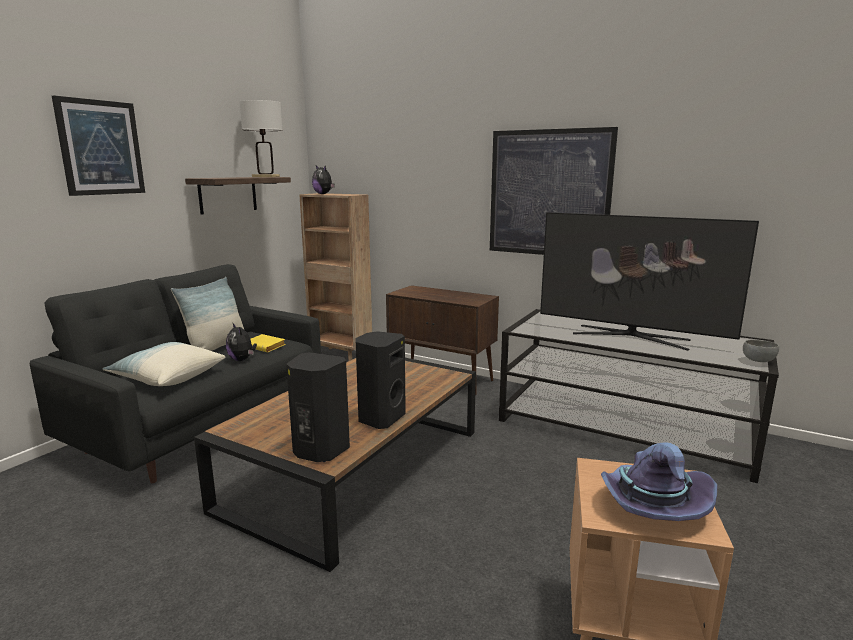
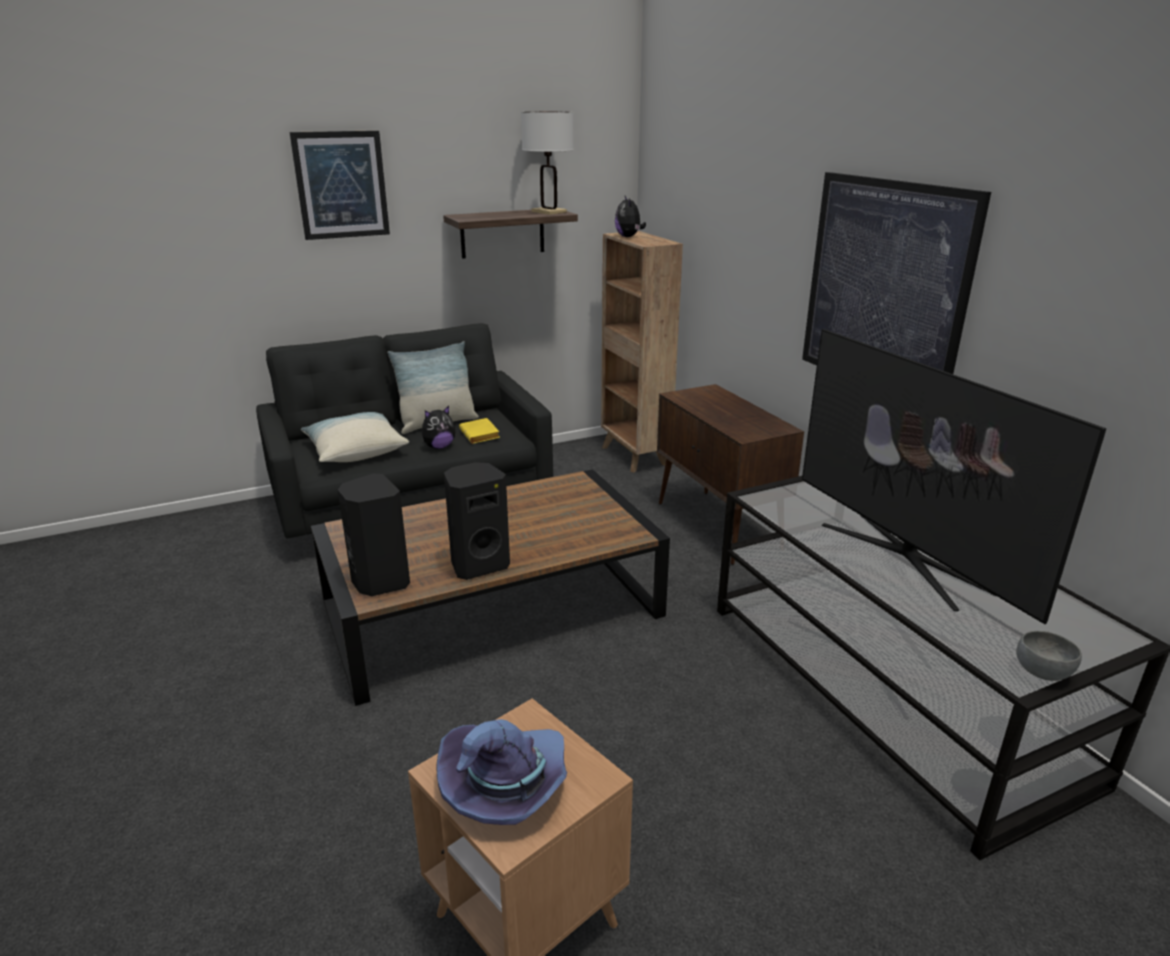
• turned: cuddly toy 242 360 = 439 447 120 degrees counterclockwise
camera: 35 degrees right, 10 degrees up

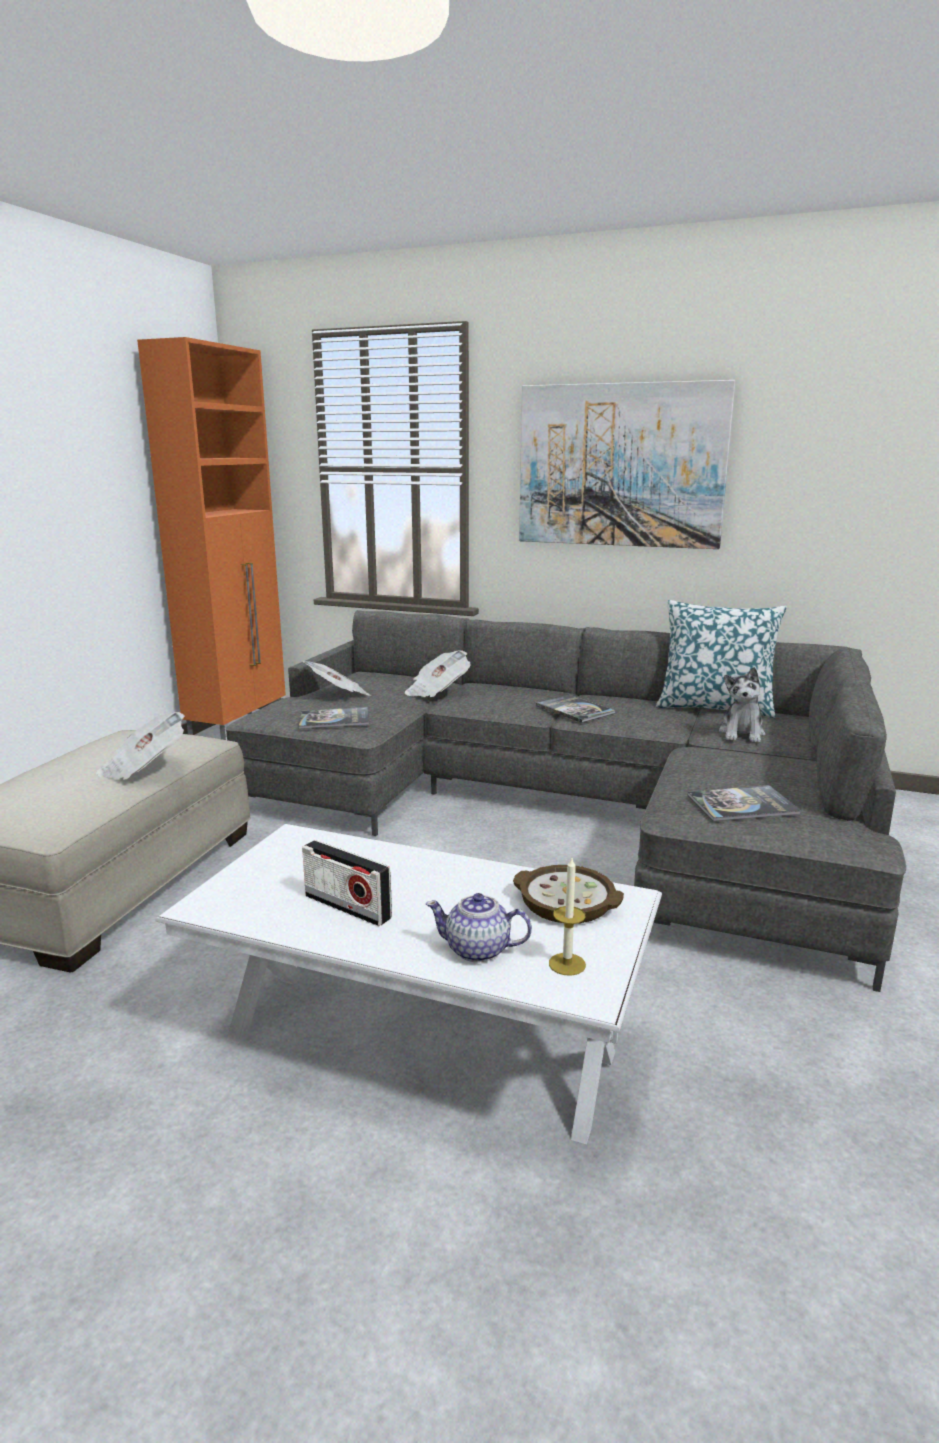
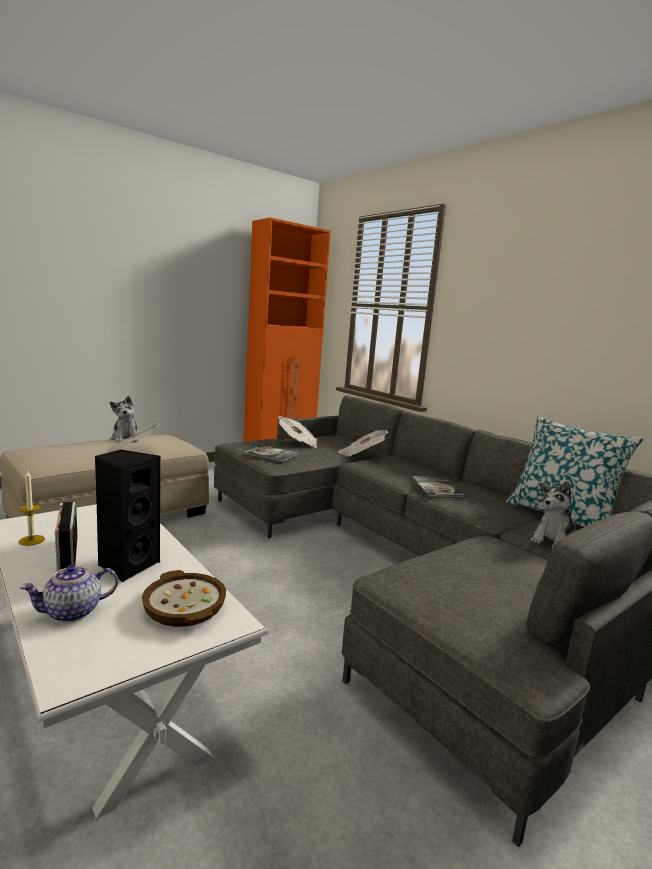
• removed: wall picture 620 466
• removed: volume 742 805
• added: audio speaker (black) 127 565
• added: cuddly toy 126 438
• moved: wax candle 567 964 to 32 540
• turned: teapot 478 950 = 73 612 75 degrees counterclockwise
camera: 30 degrees right, 5 degrees down

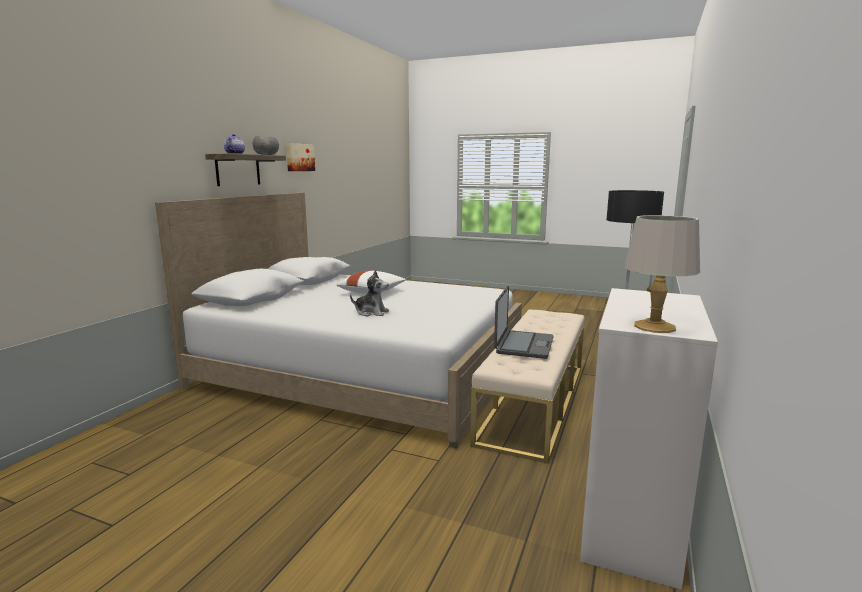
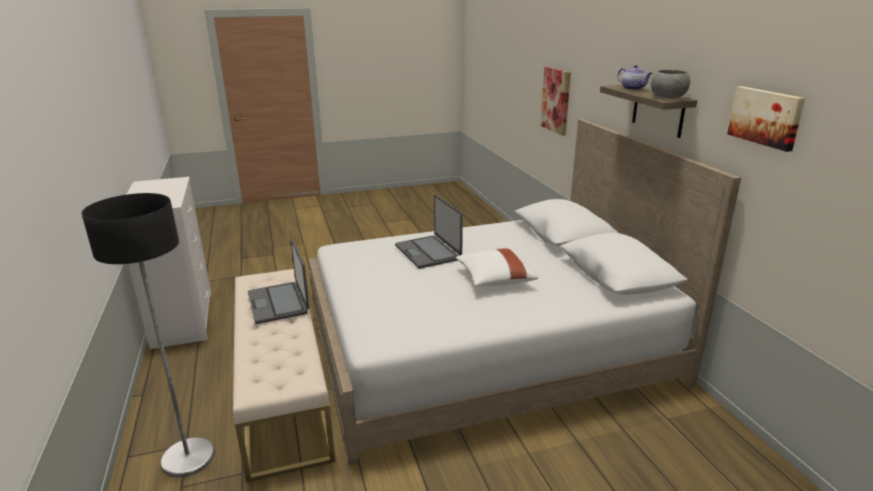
• removed: tabletop lamp (grey) 654 327
• added: wall picture 556 100
• replaced: cuddly toy 371 312 to notebook computer 428 252
camera: 140 degrees right, 10 degrees up

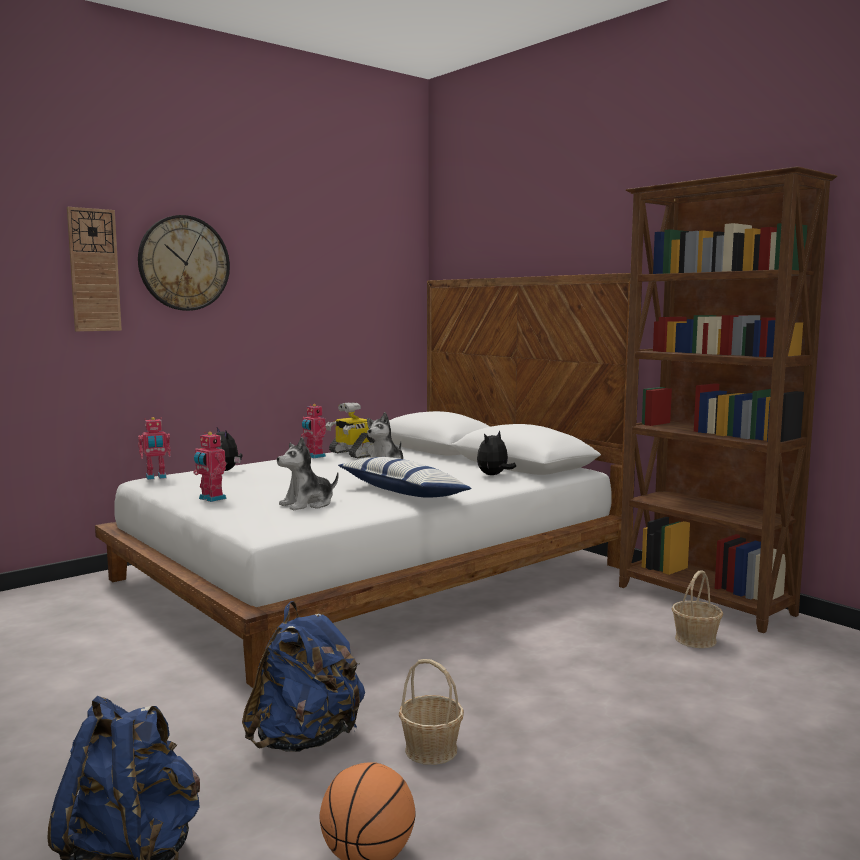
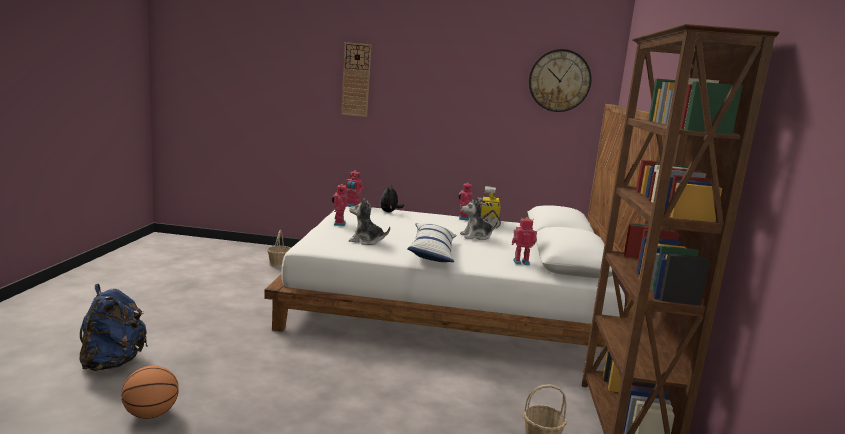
• removed: rucksack (blue) 306 740
• moved: wall clock 184 263 to 559 80
• moved: household basket 431 749 to 279 264
• replaced: cuddly toy 494 475 to toy robot 521 262
camera: 45 degrees right, 5 degrees up

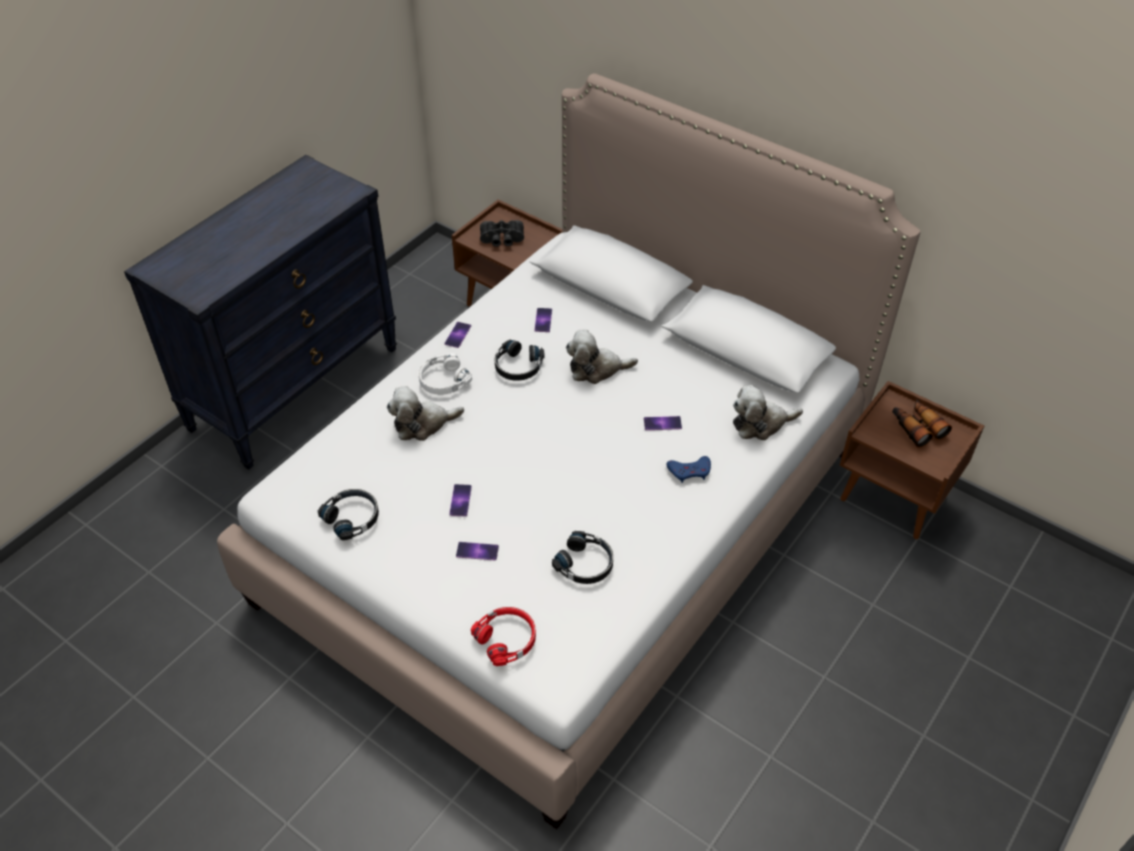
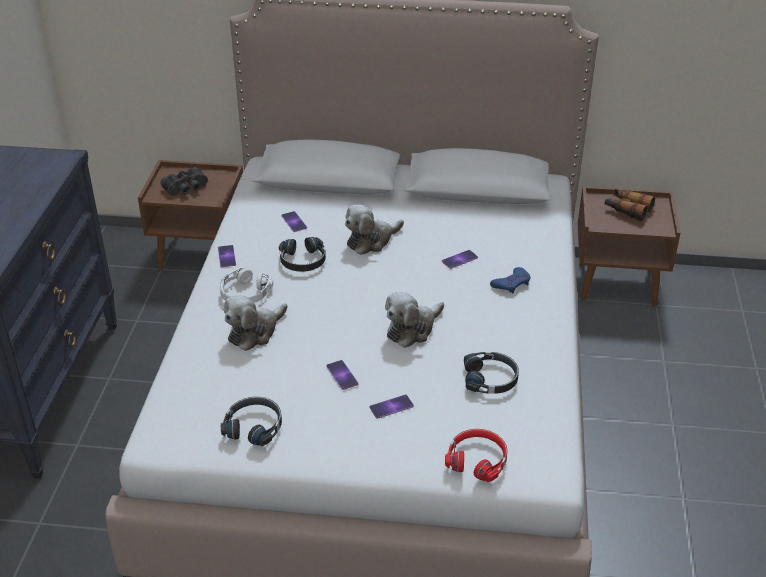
• moved: cuddly toy 761 424 to 412 329
camera: 30 degrees left, 10 degrees down

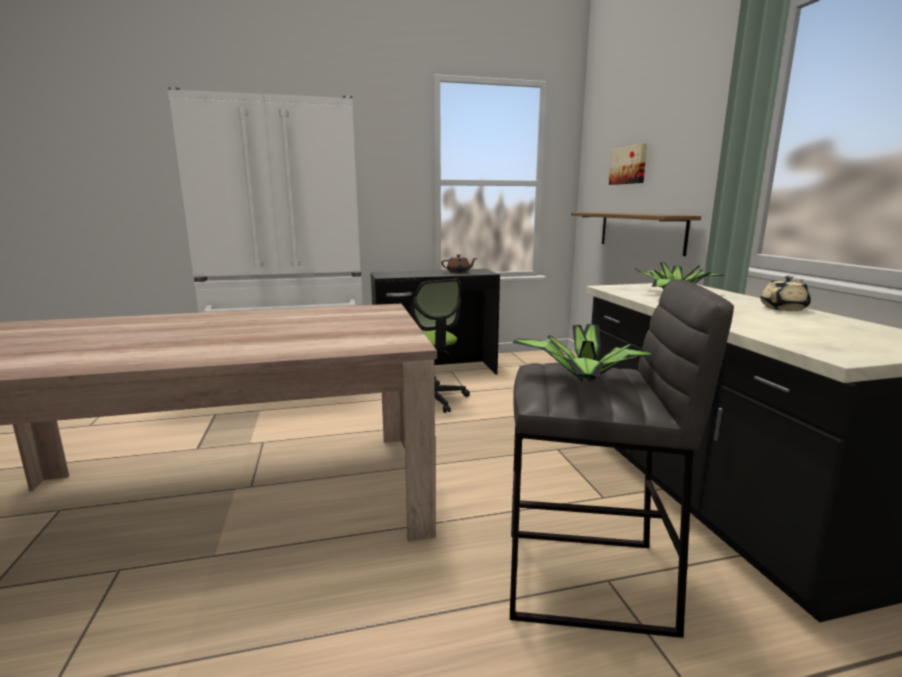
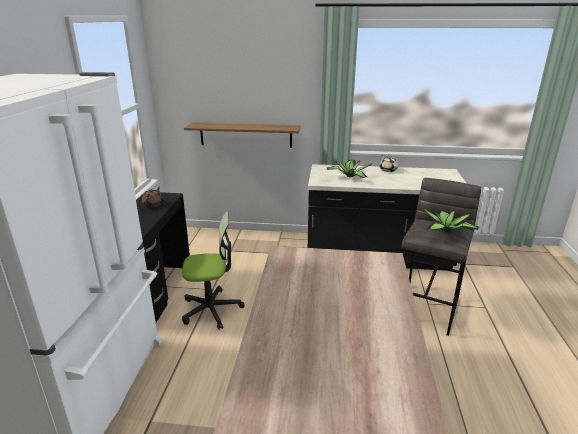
• removed: wall picture 629 165
camera: 70 degrees left, 10 degrees up

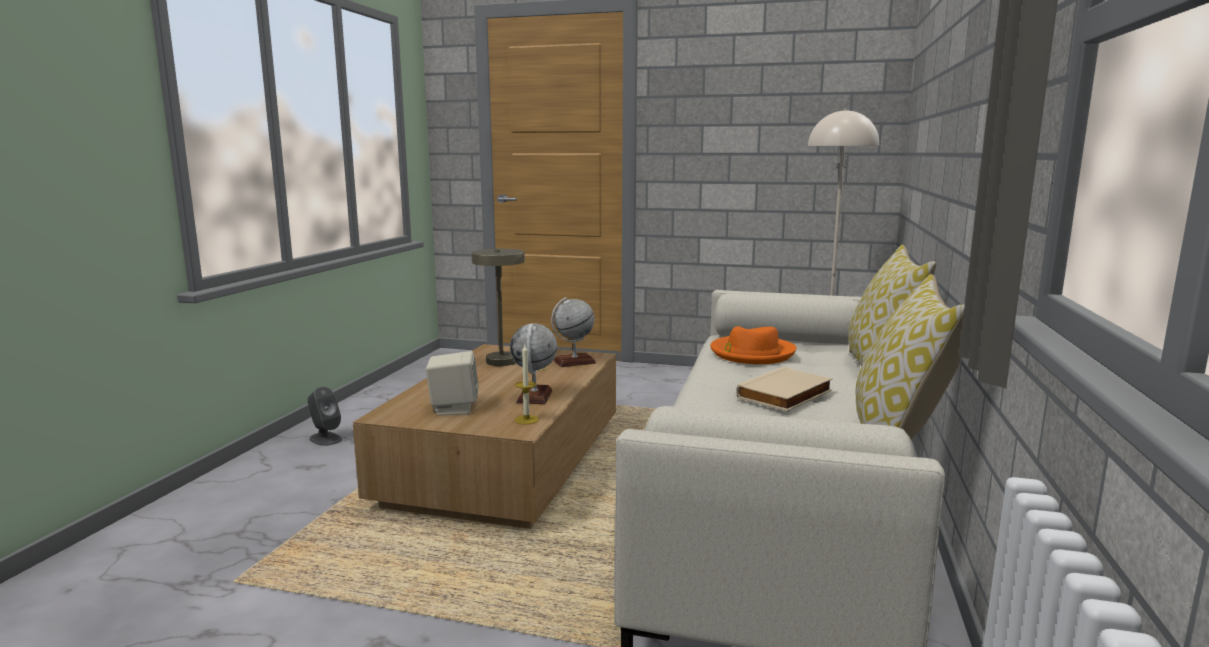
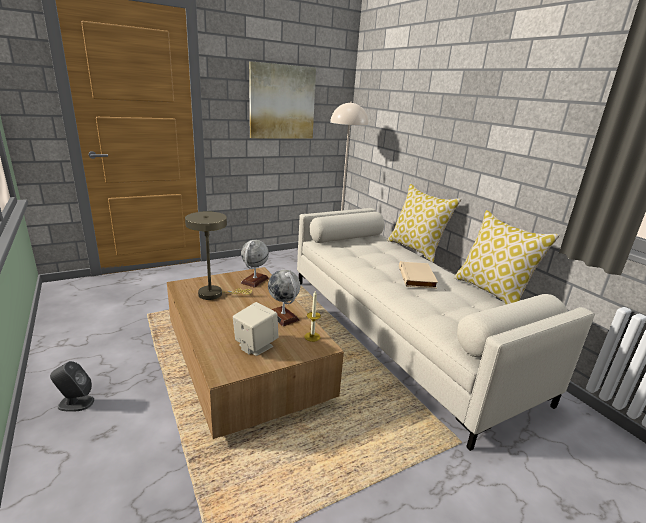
• removed: hat (orange) 751 353
• added: wall picture 282 102
camera: 45 degrees left, 10 degrees up

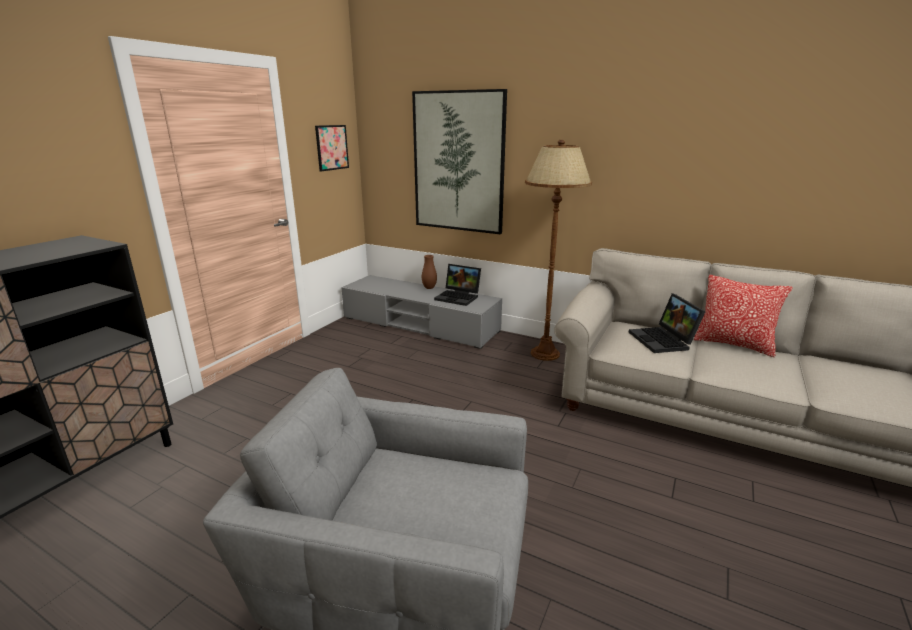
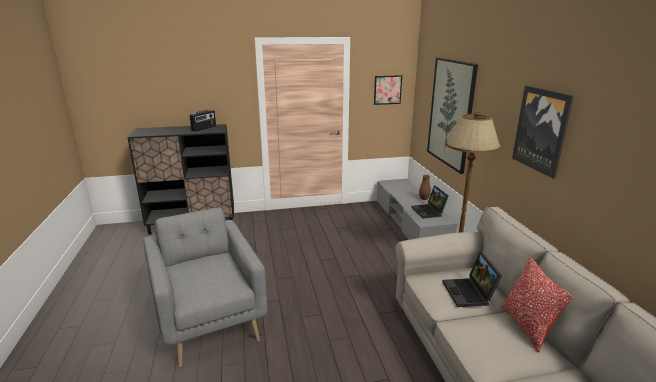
• added: radio 204 128
• added: wall picture 541 130
• turned: notebook computer 664 341 = 470 293 45 degrees counterclockwise
camera: 50 degrees right, 0 degrees up

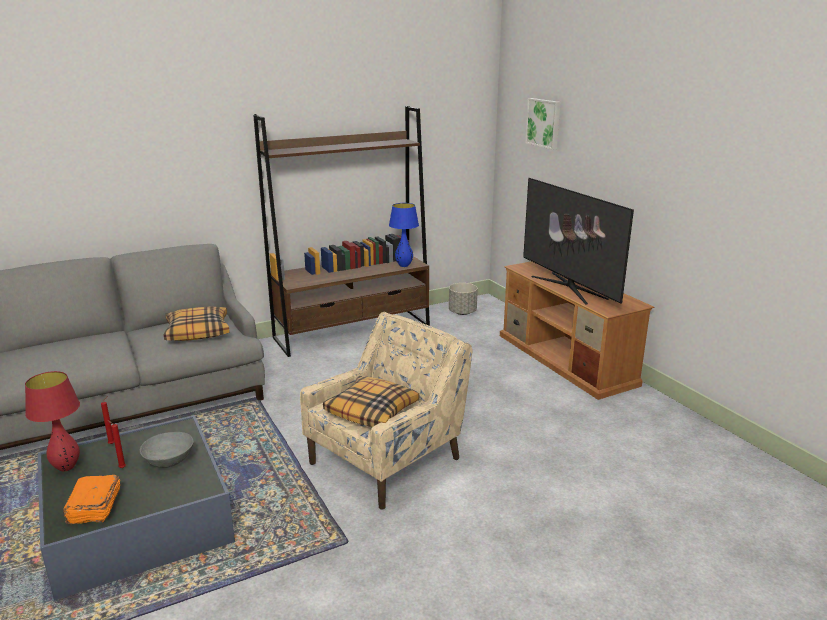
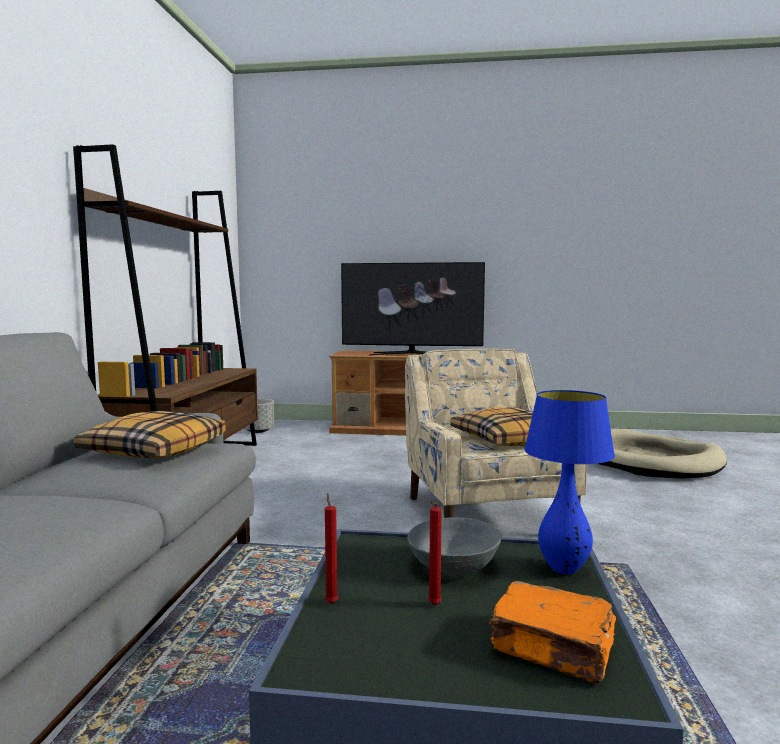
• removed: tabletop lamp (reddish) 67 467
• removed: wall picture 544 123
• added: pet bed (beige-coloured) 652 461
• moved: tabletop lamp (blue) 404 265 to 564 569
camera: 55 degrees left, 15 degrees down

